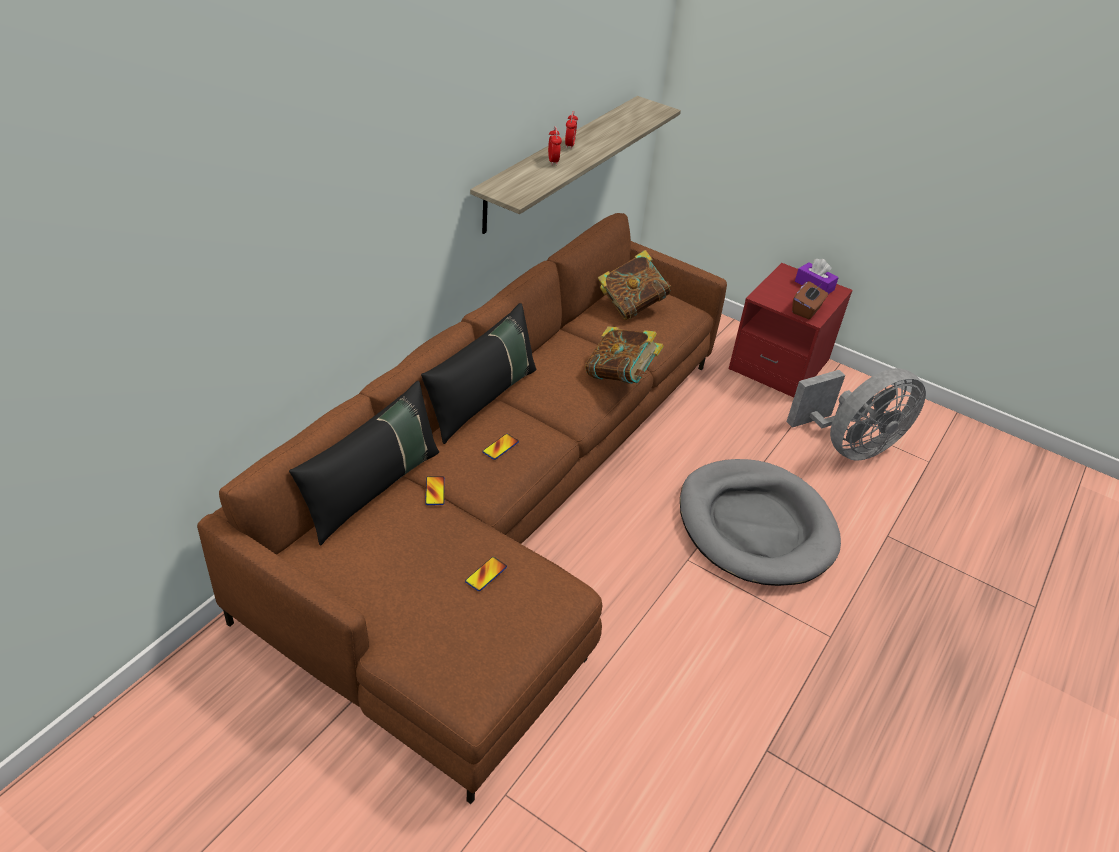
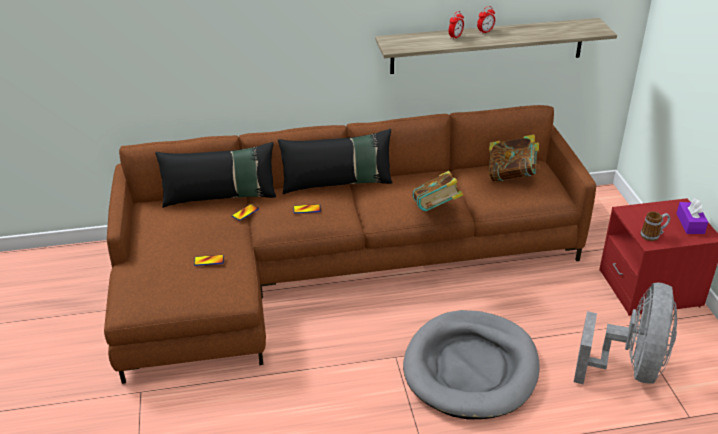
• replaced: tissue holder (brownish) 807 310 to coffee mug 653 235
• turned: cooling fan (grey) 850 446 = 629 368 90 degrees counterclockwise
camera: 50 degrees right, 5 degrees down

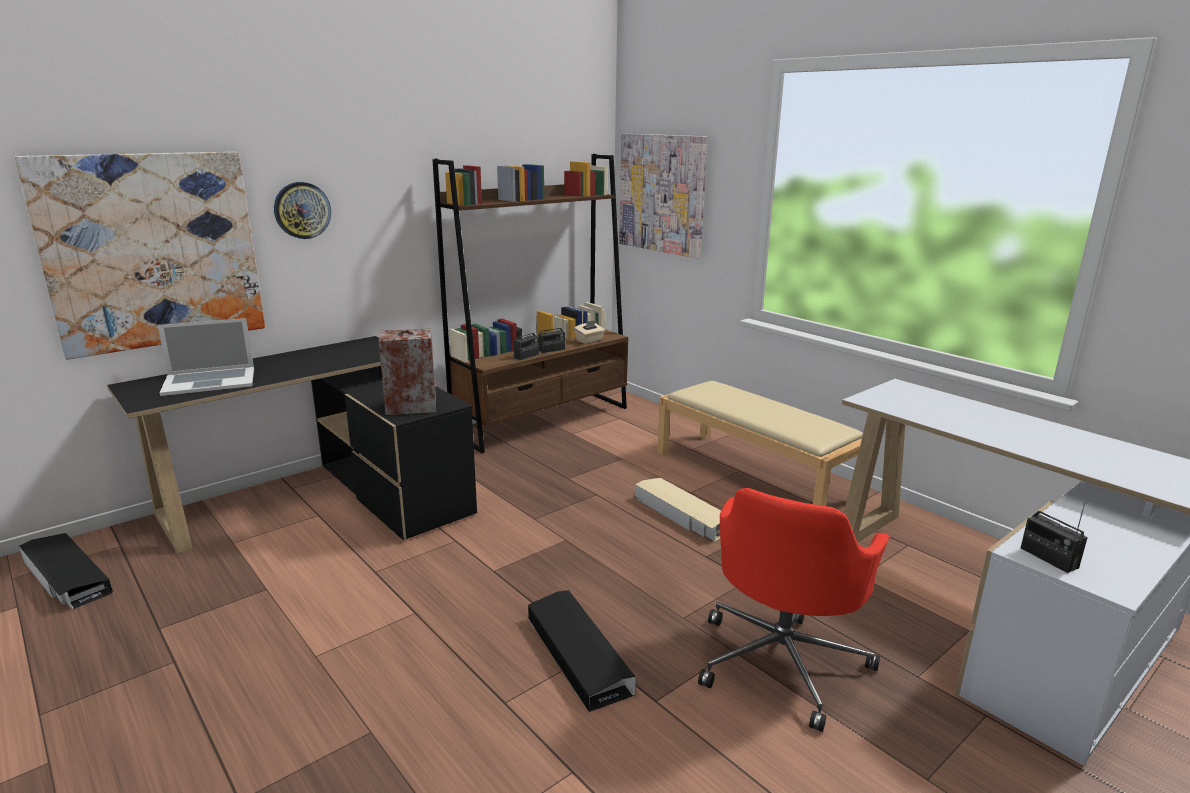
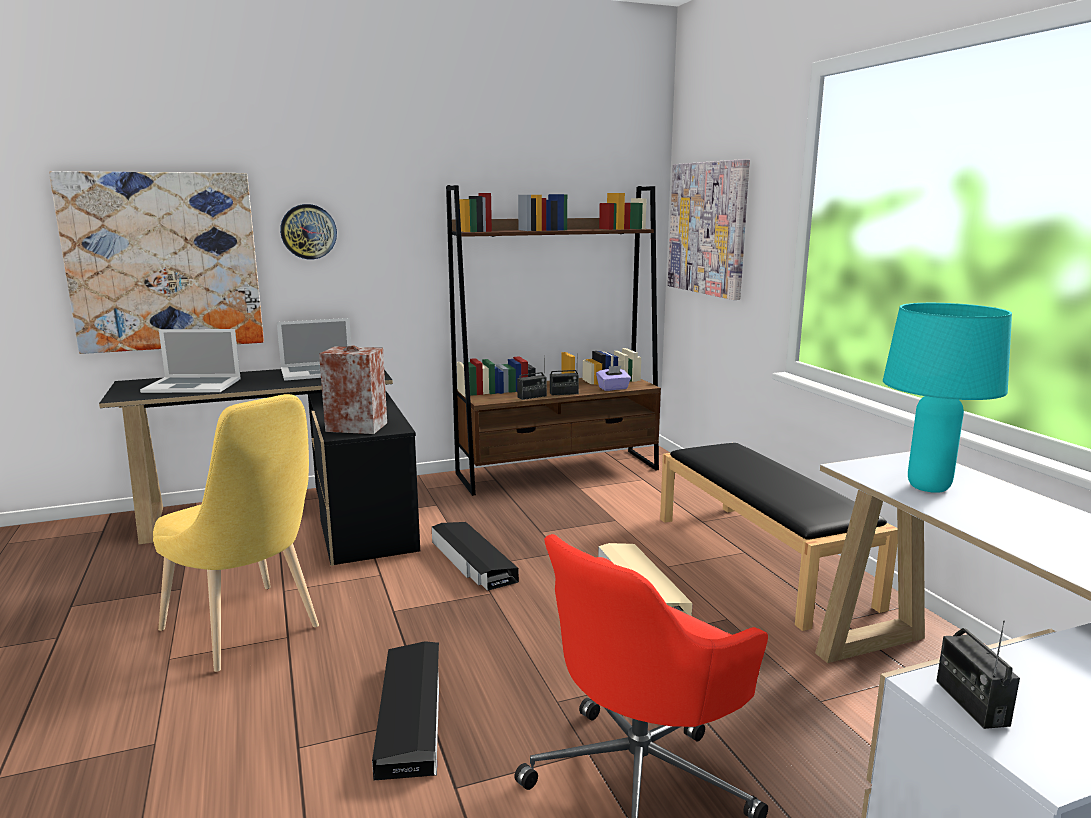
• added: chair (yellowish) 247 631
• added: notebook computer 319 371
• added: tabletop lamp (turquoise) 929 487
• moved: storage bin (black) 66 577 to 473 562
• recoloured: tissue holder (beige-coloured) 589 341 to tissue holder (purple-coloured) 613 388
• recoloured: long seat (beige-coloured) 755 475 to long seat (black) 762 560
camera: 20 degrees right, 5 degrees down

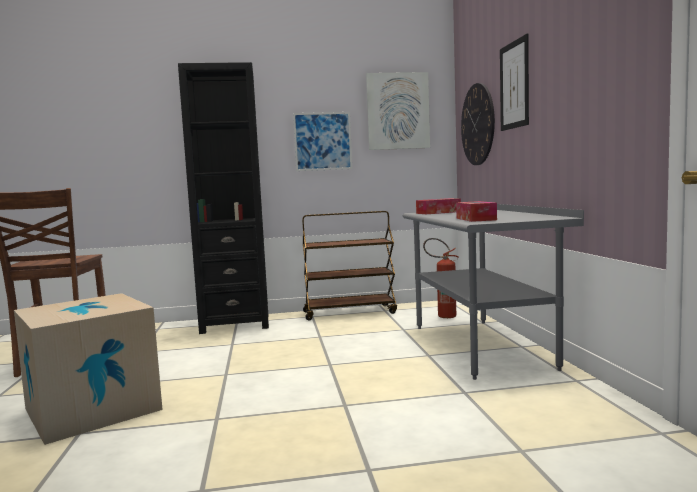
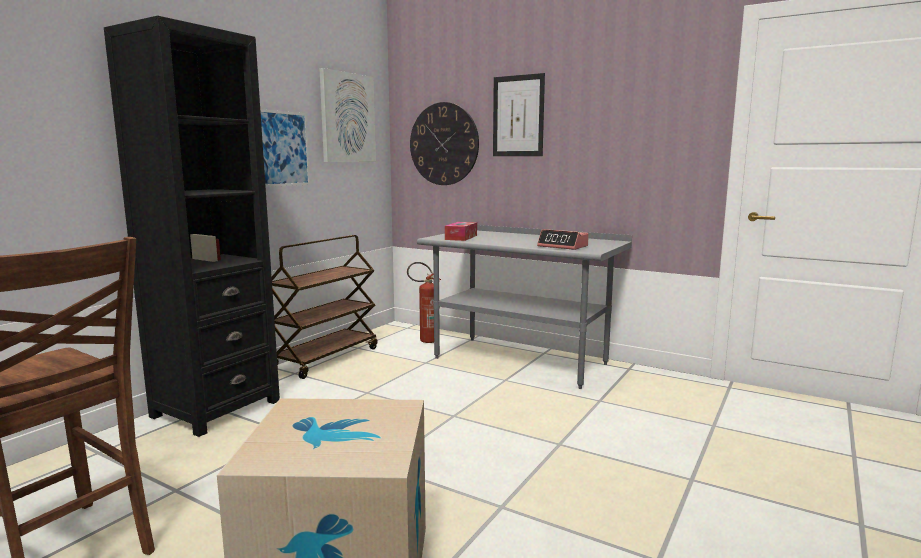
• replaced: tissue holder 476 219 to bedside clock 563 246
camera: 50 degrees left, 5 degrees up

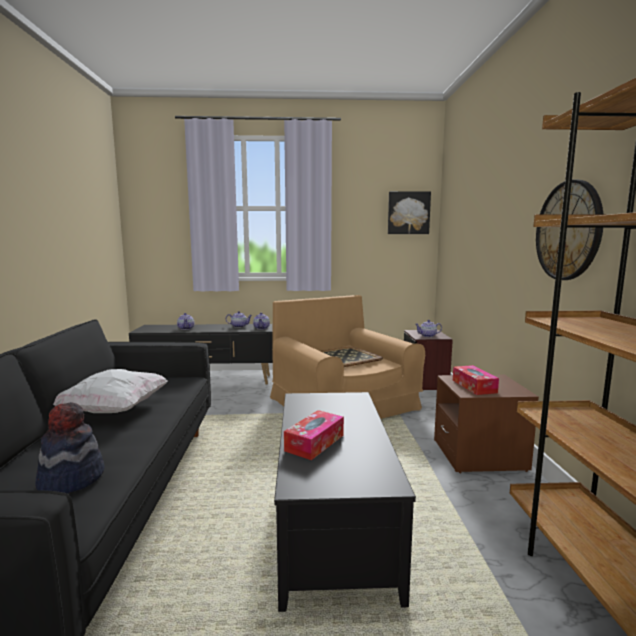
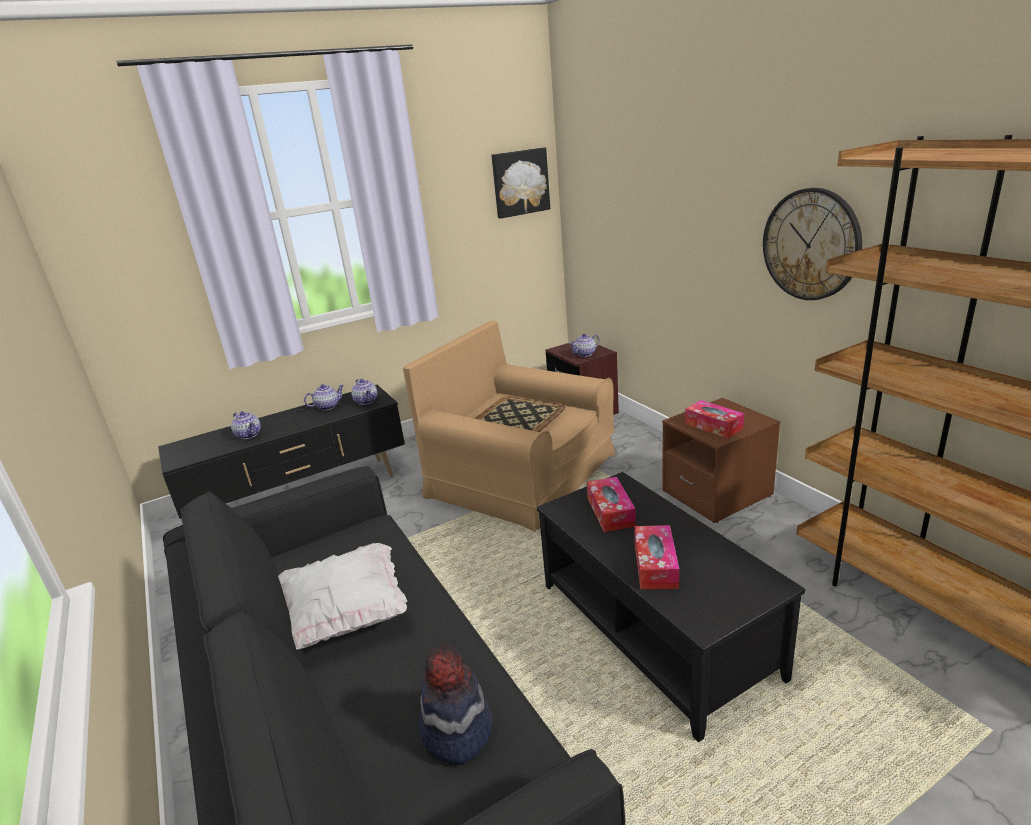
• added: tissue holder 610 512
camera: 25 degrees left, 15 degrees up

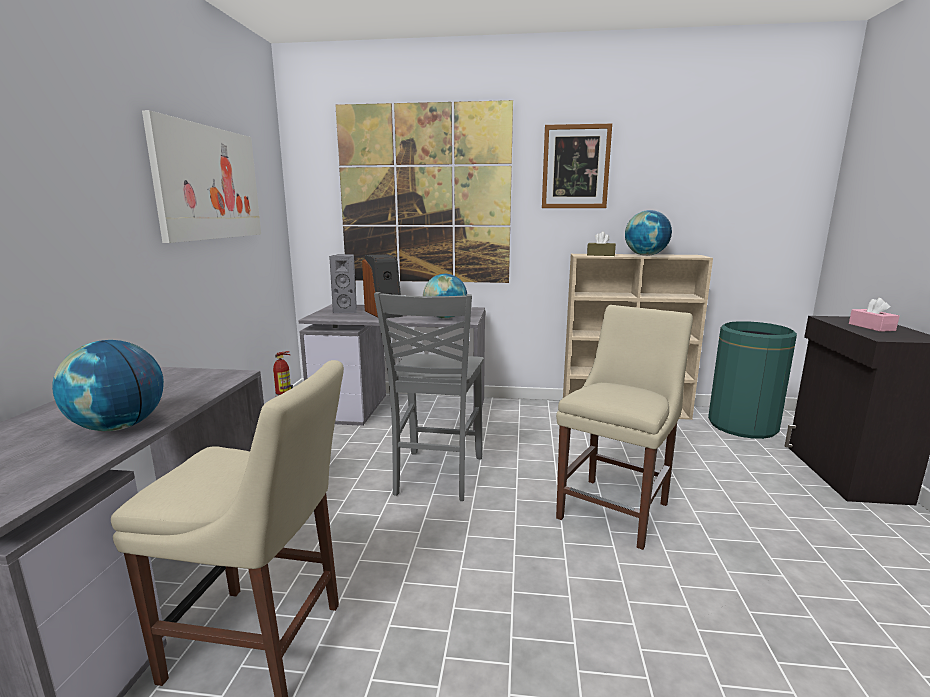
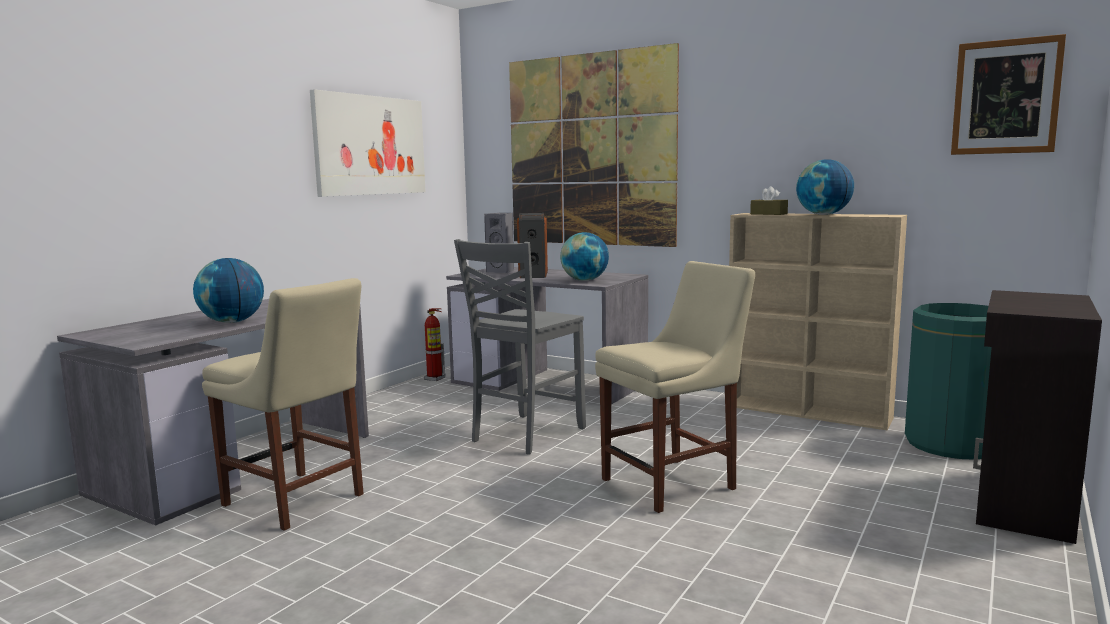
• removed: tissue holder (pink) 871 327
• moved: wall picture 575 167 to 1005 97
camera: 25 degrees right, 5 degrees down

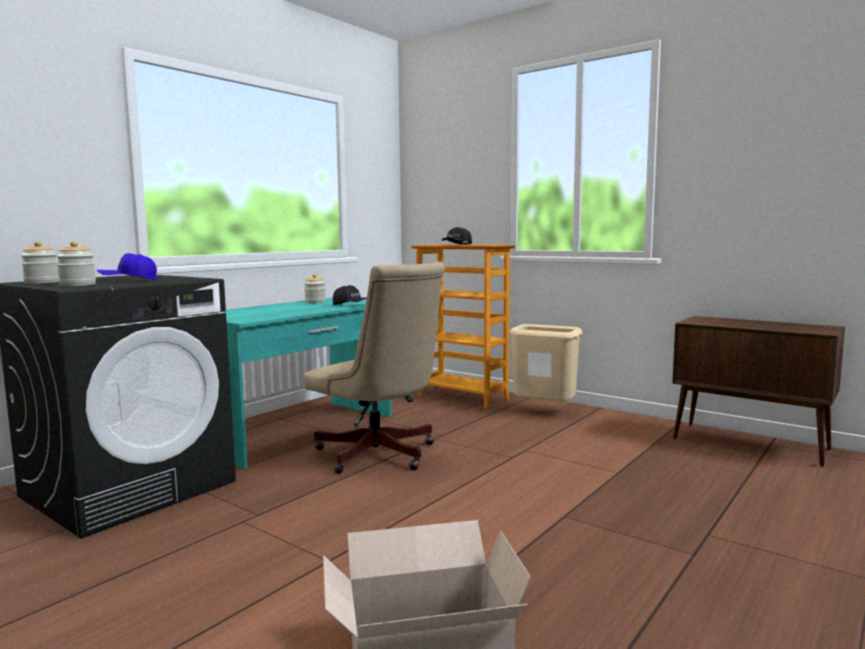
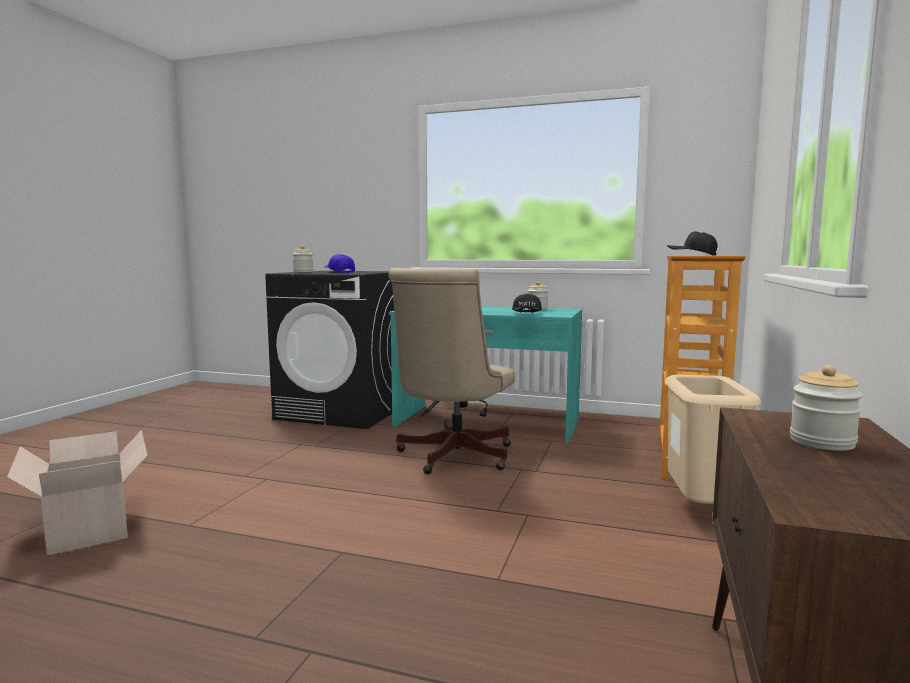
• moved: preserve jar 41 282 to 822 442
camera: 70 degrees right, 0 degrees up

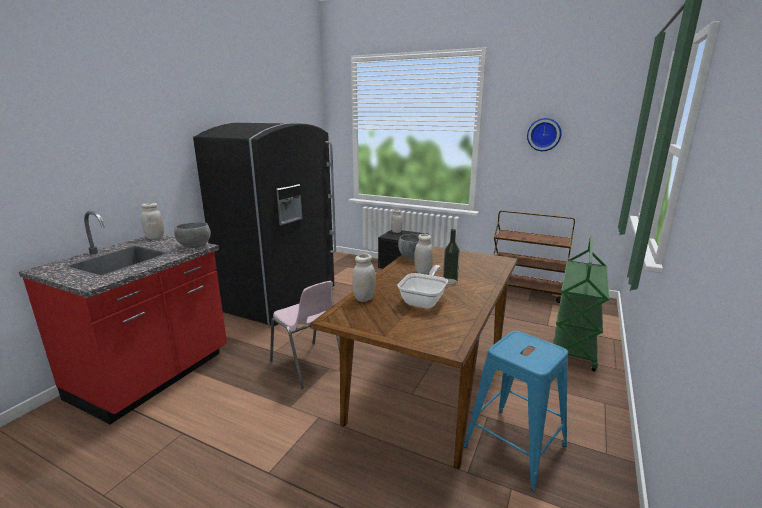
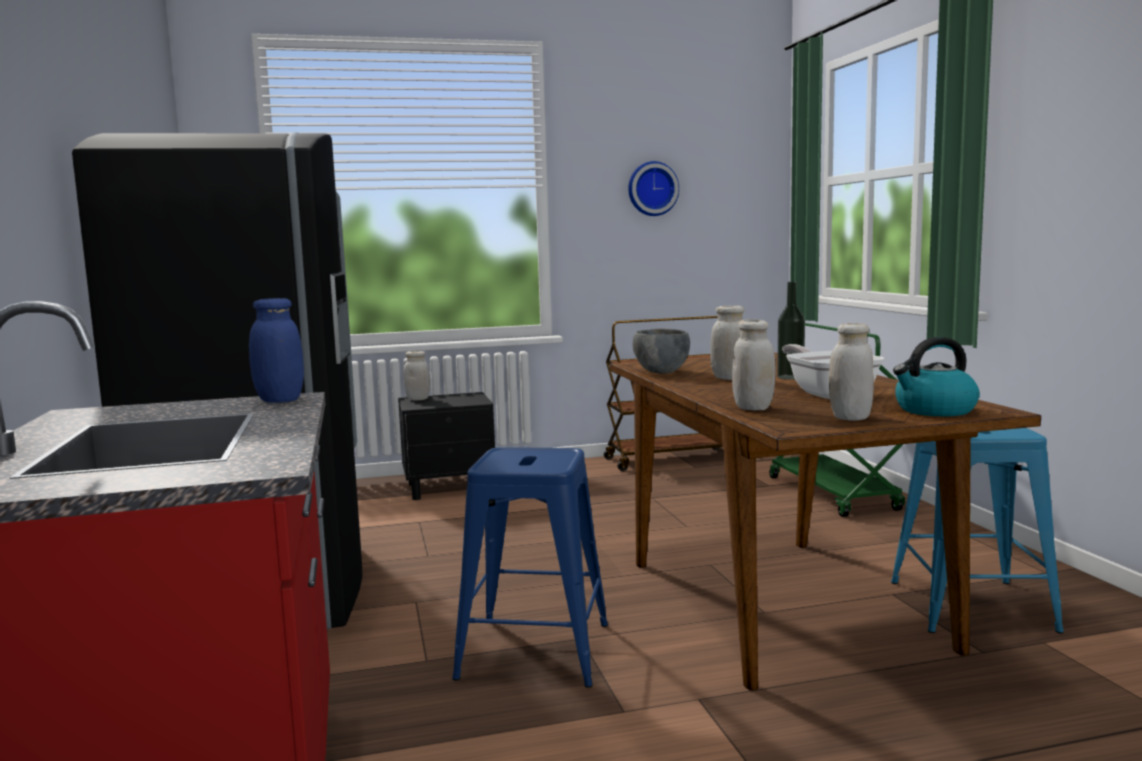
• added: tea kettle 934 410
• moved: preserve jar (whitish) 155 238 to 850 417
• replaced: deep dish (grey) 195 247 to preserve jar (blue) 279 400
• replaced: chair (pink) 307 365 to stool (blue) 534 650
camera: 40 degrees left, 10 degrees down

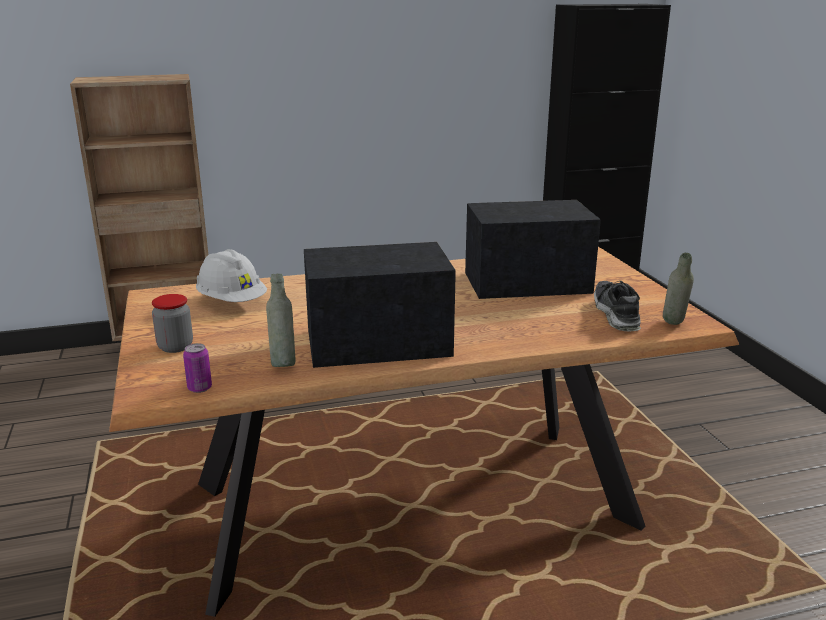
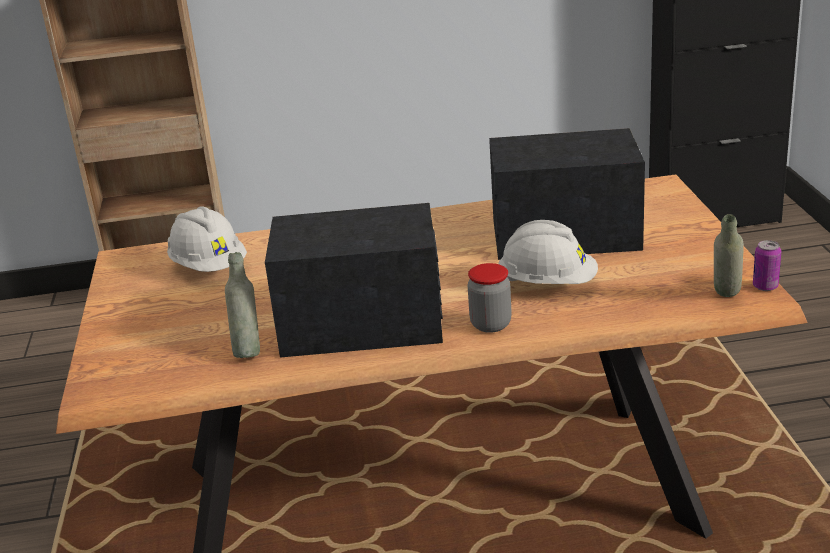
• removed: low shoe 615 314
• added: work helmet (whitish) 548 284
• moved: preserve jar 175 347 to 491 324
• moved: metal can 199 388 to 765 286
camera: 10 degrees right, 5 degrees up

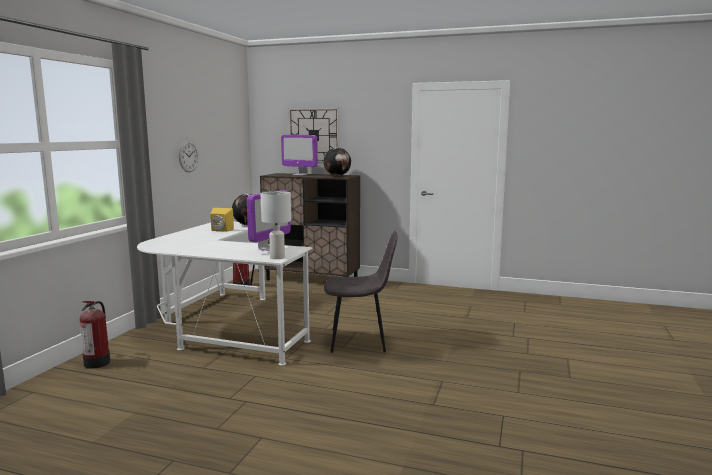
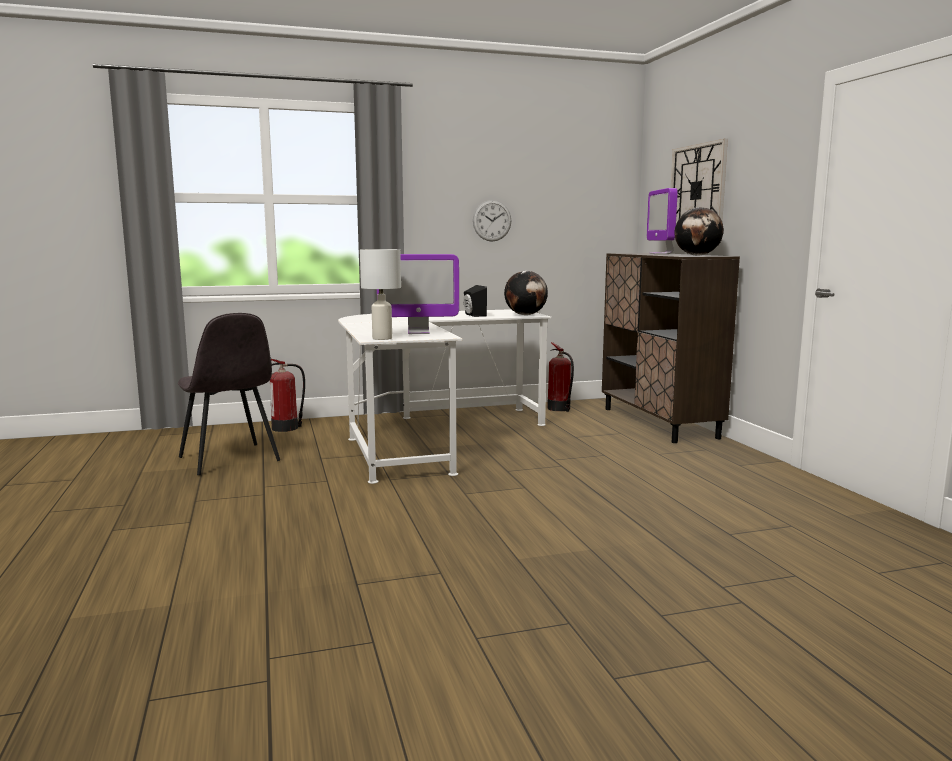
• moved: chair (grey) 360 341 to 230 460
• recoloured: audio speaker (yellowish) 220 230 to audio speaker (black) 473 315
camera: 55 degrees right, 0 degrees up

